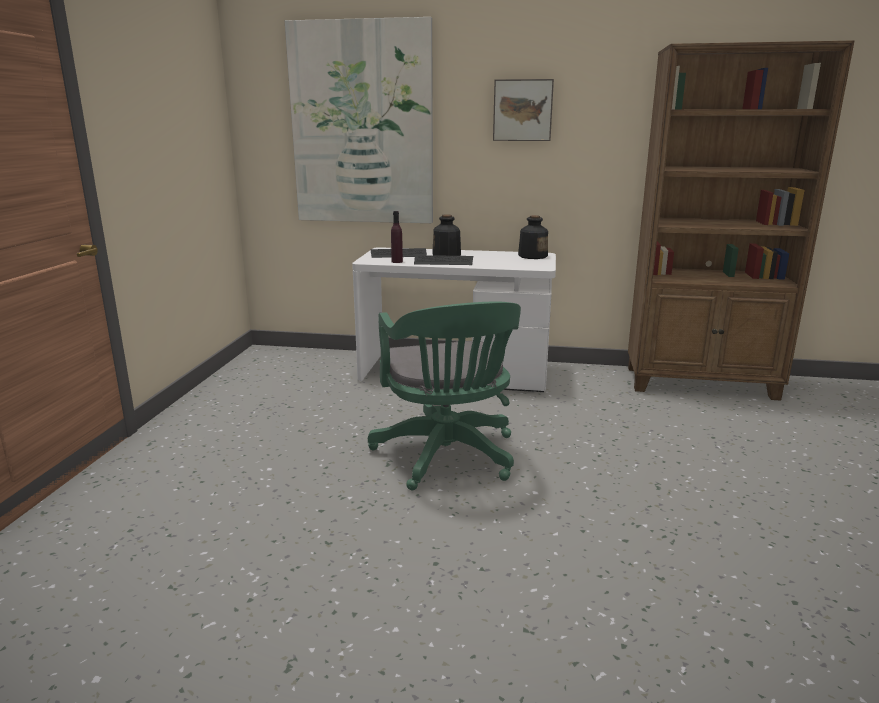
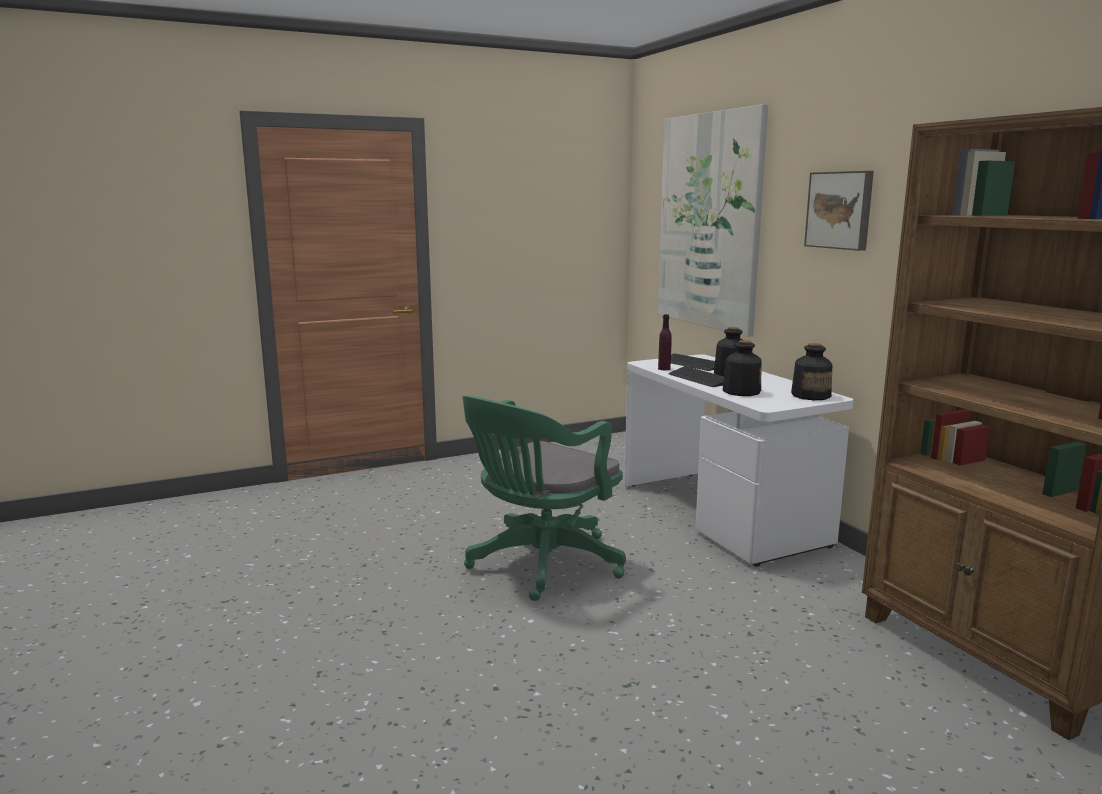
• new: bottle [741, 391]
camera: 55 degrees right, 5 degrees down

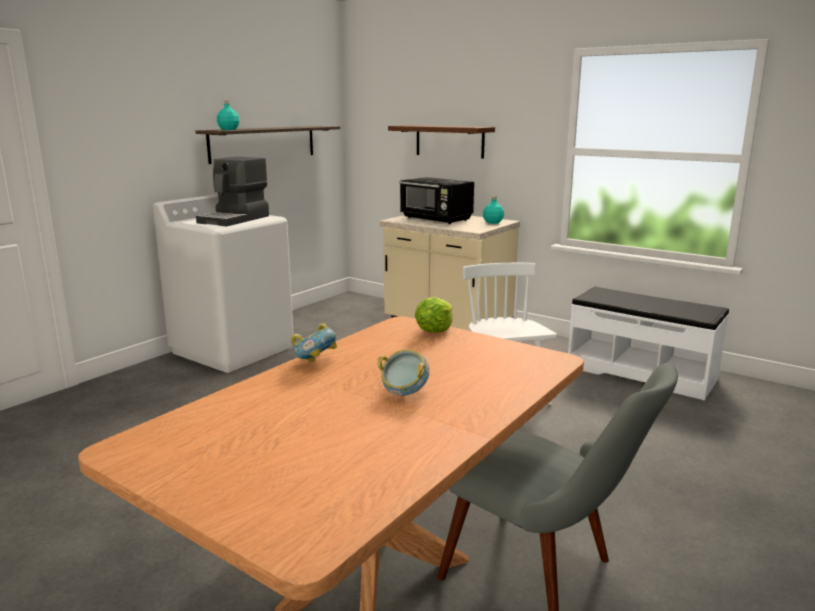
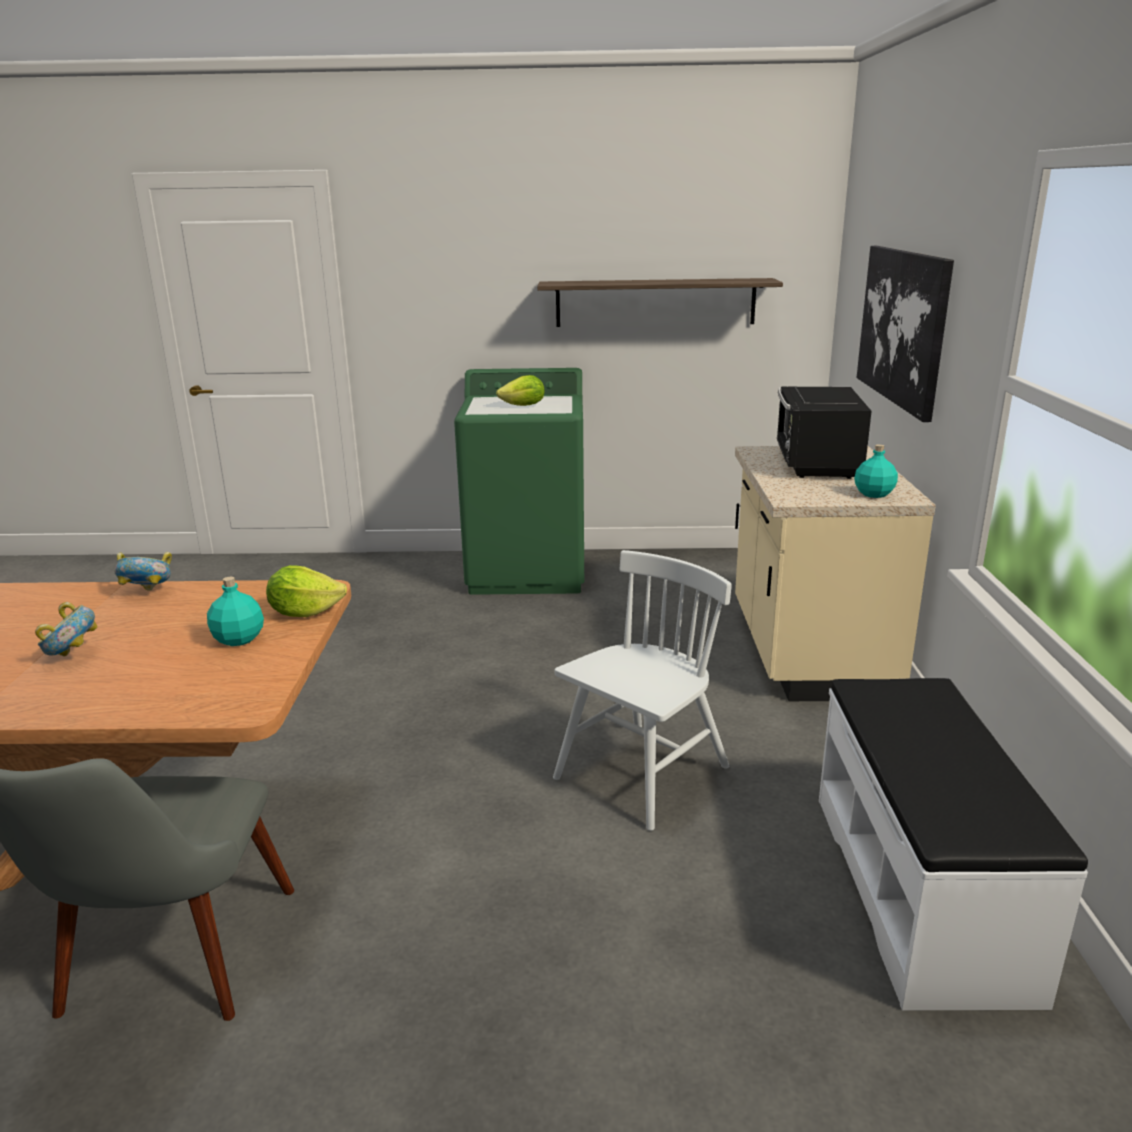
• repainted: white washing machine [233, 349] to green washing machine [528, 571]
• swapped: coffee machine [235, 219] to lettuce [524, 406]
• shifted: turquoise bottle [228, 129] to [239, 639]
• swapped: brown shelf [449, 141] to picture [903, 327]
camera: 55 degrees right, 5 degrees up

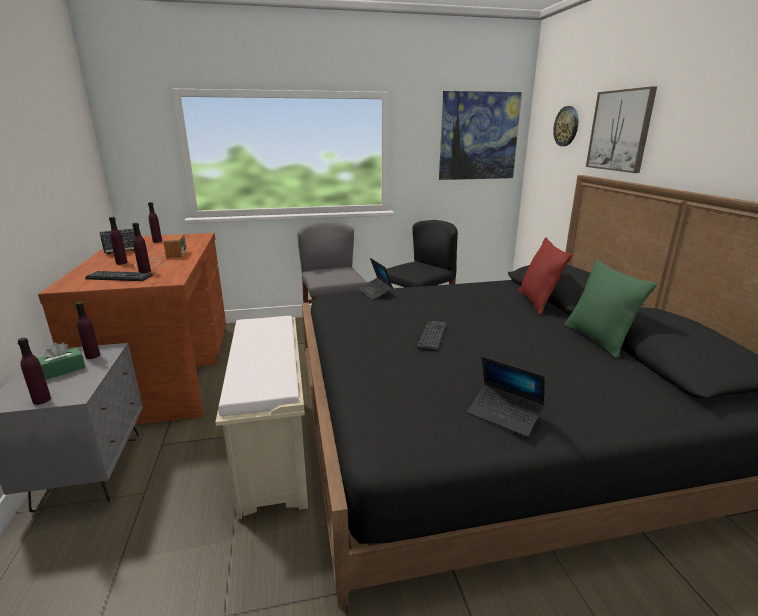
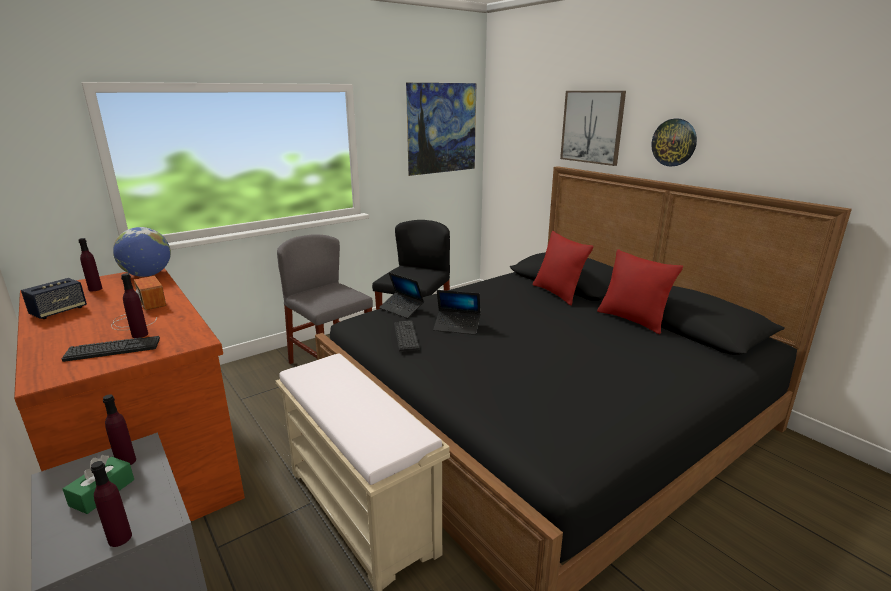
• gone: purple bottle [121, 263]
• shifted: keyboard [432, 336] to [406, 336]
• shifted: laptop [504, 415] to [457, 326]
• shifted: wall clock [566, 126] to [674, 142]
• repainted: green pillow [598, 339] to red pillow [632, 320]
• new: globe [147, 275]
camera: 25 degrees left, 0 degrees up

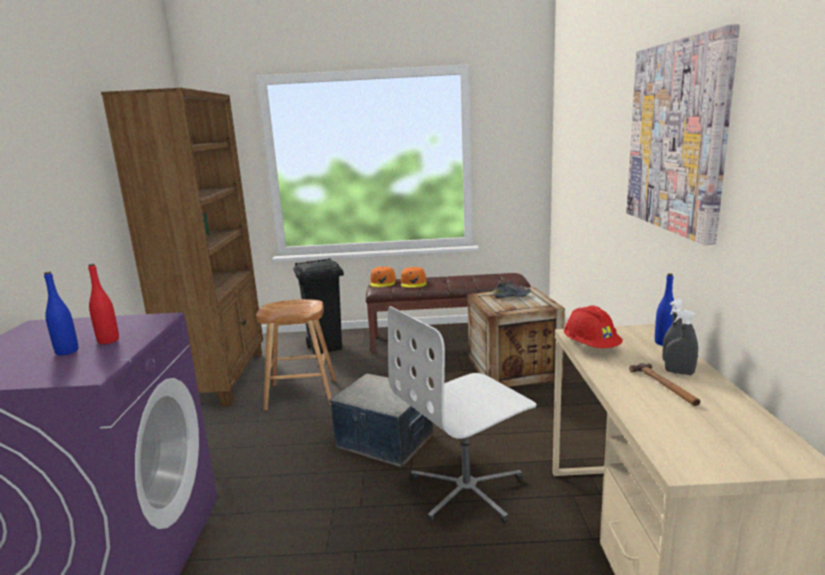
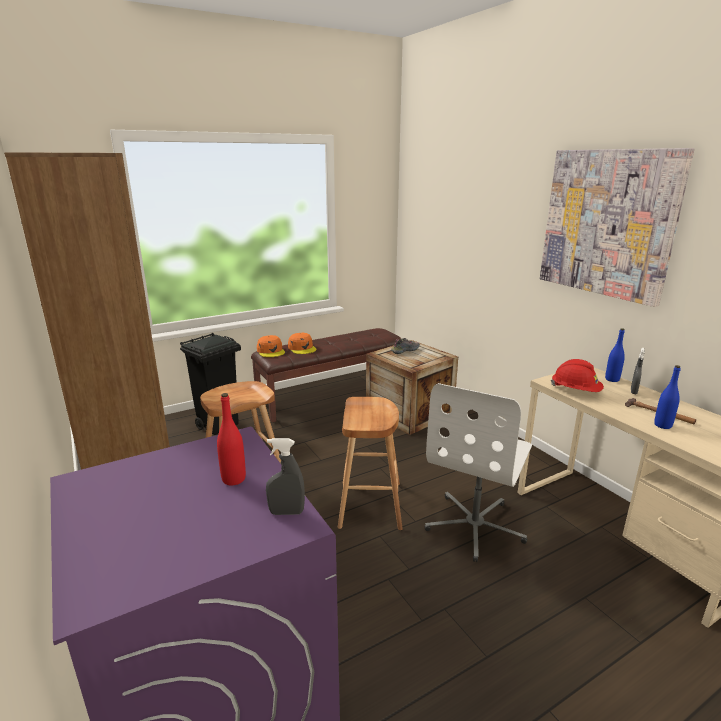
• shifted: blue bottle [67, 351] to [662, 425]
• swapped: storage box [384, 441] to brown stool [370, 504]
• shifted: grey spray bottle [679, 372] to [286, 512]
camera: 30 degrees left, 5 degrees up

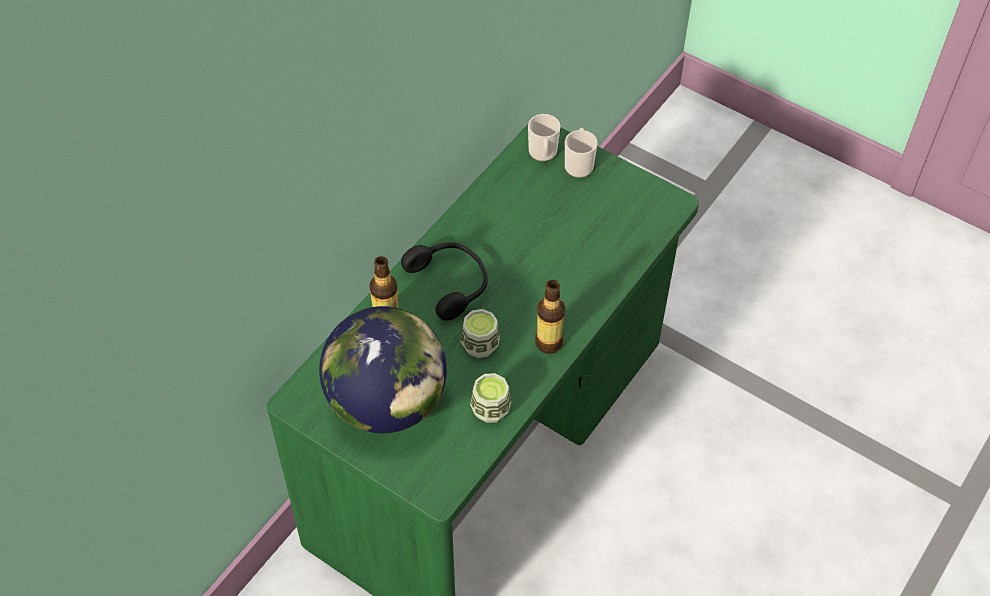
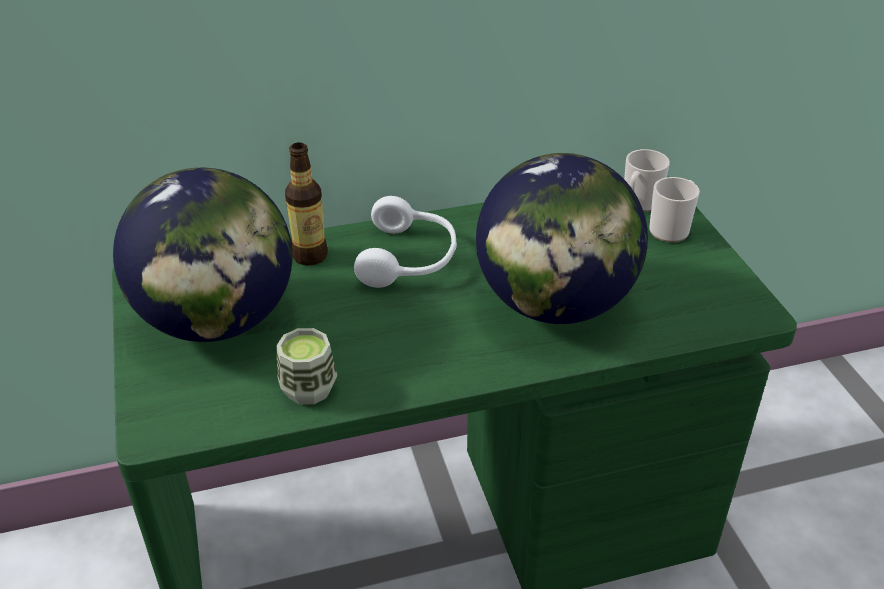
• repainted: black headphones [450, 283] to white headphones [410, 259]
• gone: cup [480, 345]
• gone: bottle [548, 343]
• new: globe [554, 304]
camera: 40 degrees right, 15 degrees down

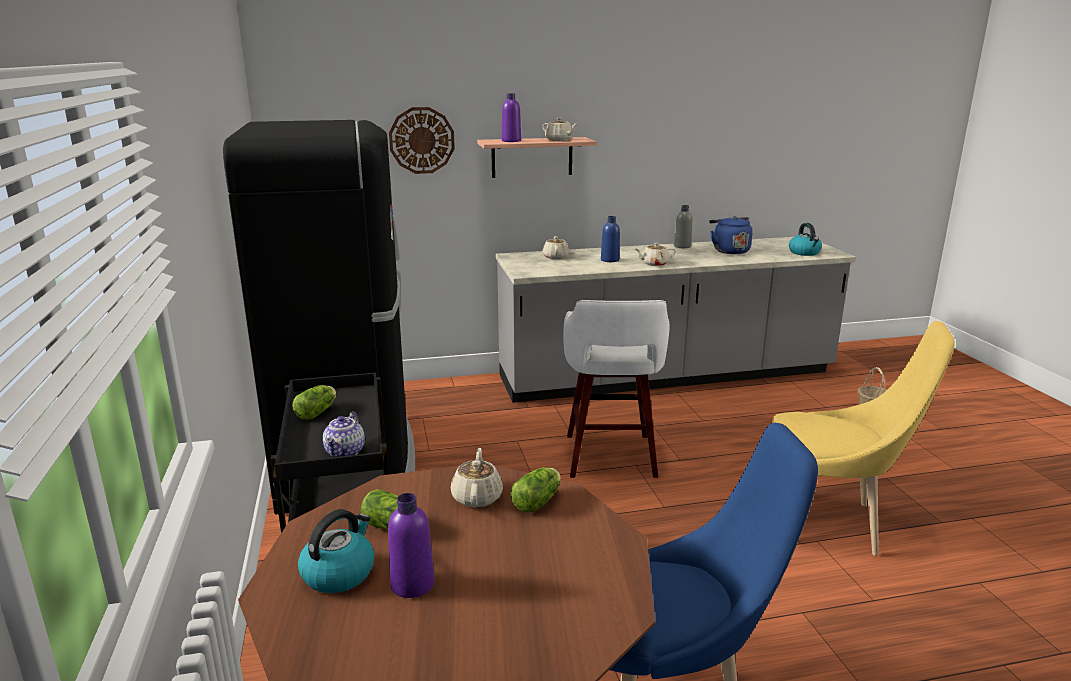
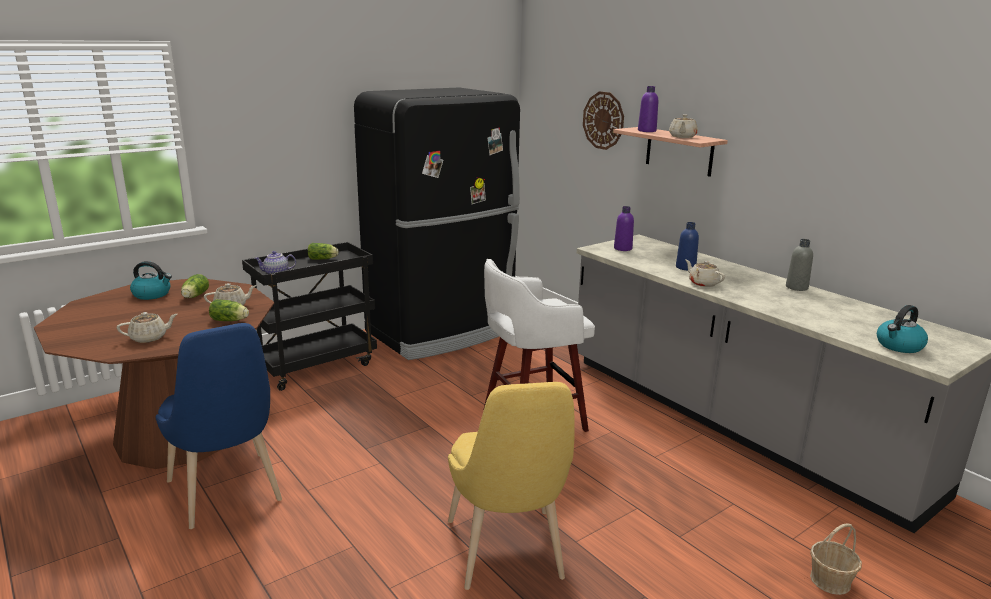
• shifted: purple bottle [412, 584] to [622, 248]
• shifted: beige teapot [555, 257] to [149, 338]
• gone: blue kettle [729, 251]
camera: 65 degrees right, 0 degrees up

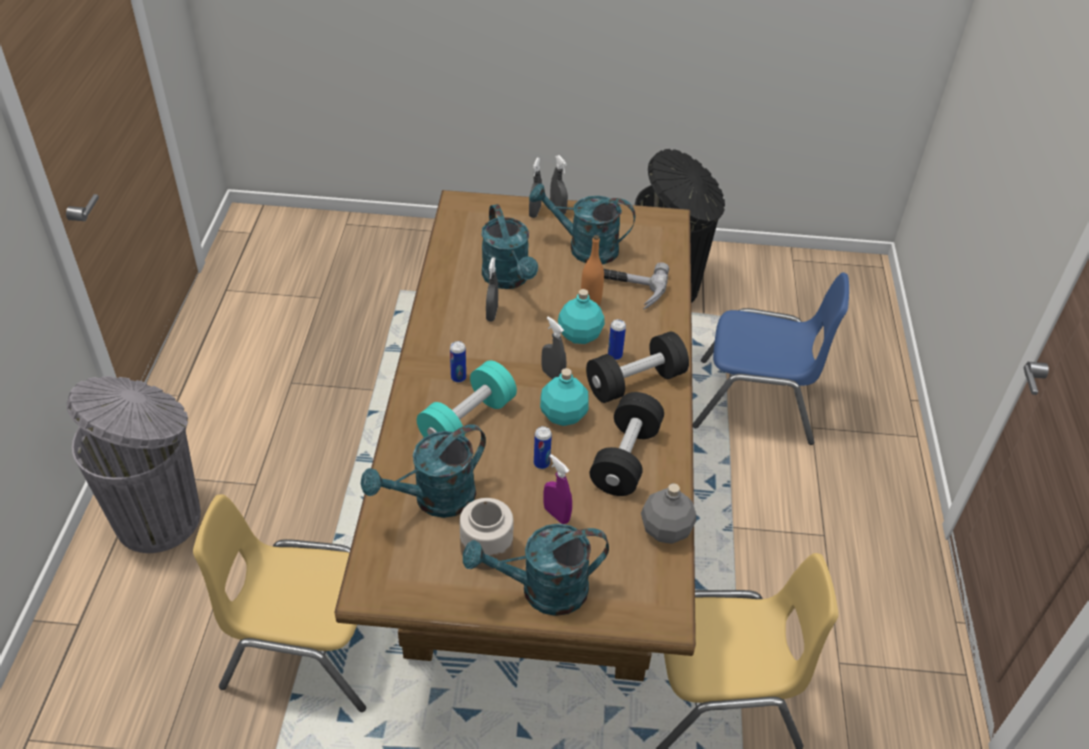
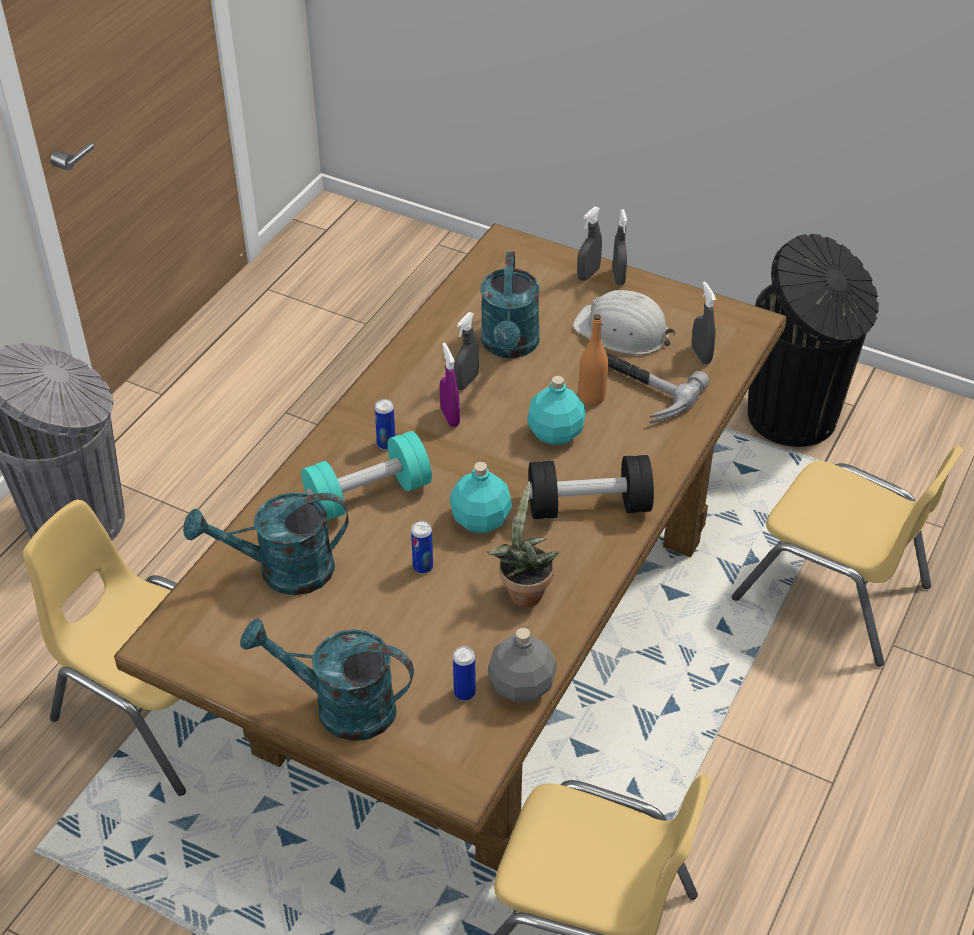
• gone: jar [486, 547]
• swapped: turquoise watering can [584, 248] to white hard hat [622, 331]
• shifted: grey spray bottle [553, 376] to [701, 355]
• shifted: purple spray bottle [556, 514] to [450, 417]
• swapped: black dumbbell [625, 458] to potted plant [523, 590]
• shifted: can [614, 355] to [464, 693]
• repainted: blue chair [756, 403] to yellow chair [832, 592]
camera: 25 degrees right, 0 degrees up

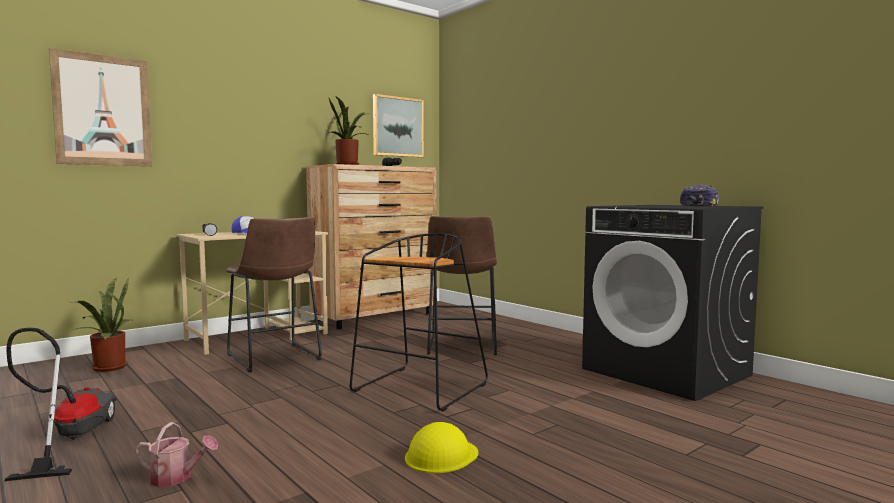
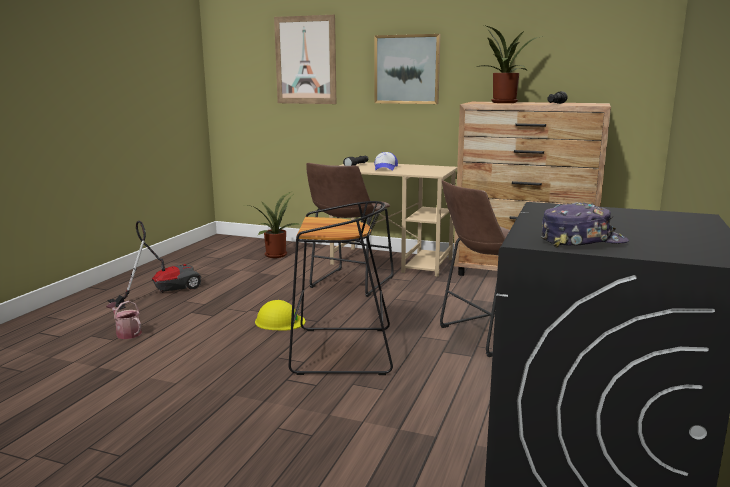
• rotated: watering can [176, 478] = [126, 333] 150 degrees clockwise
• shifted: picture [397, 127] to [407, 69]
• shifted: yellow hard hat [441, 455] to [279, 321]
camera: 60 degrees right, 10 degrees up

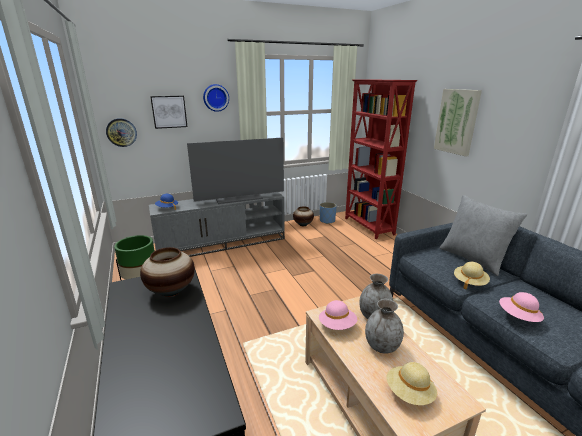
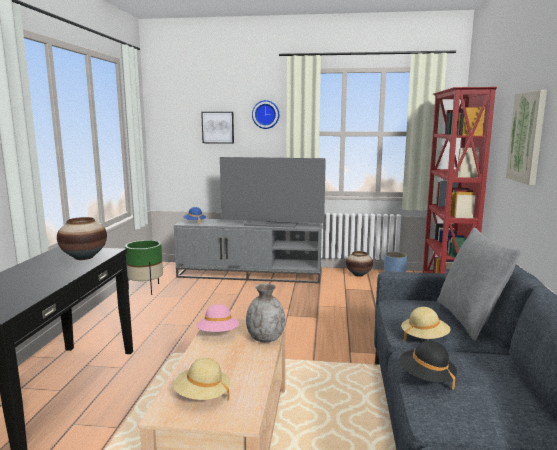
• gone: wall clock [121, 132]
• gone: grey vase [382, 346]
• repainted: pink hat [518, 317] to black hat [426, 378]
camera: 30 degrees right, 10 degrees down

